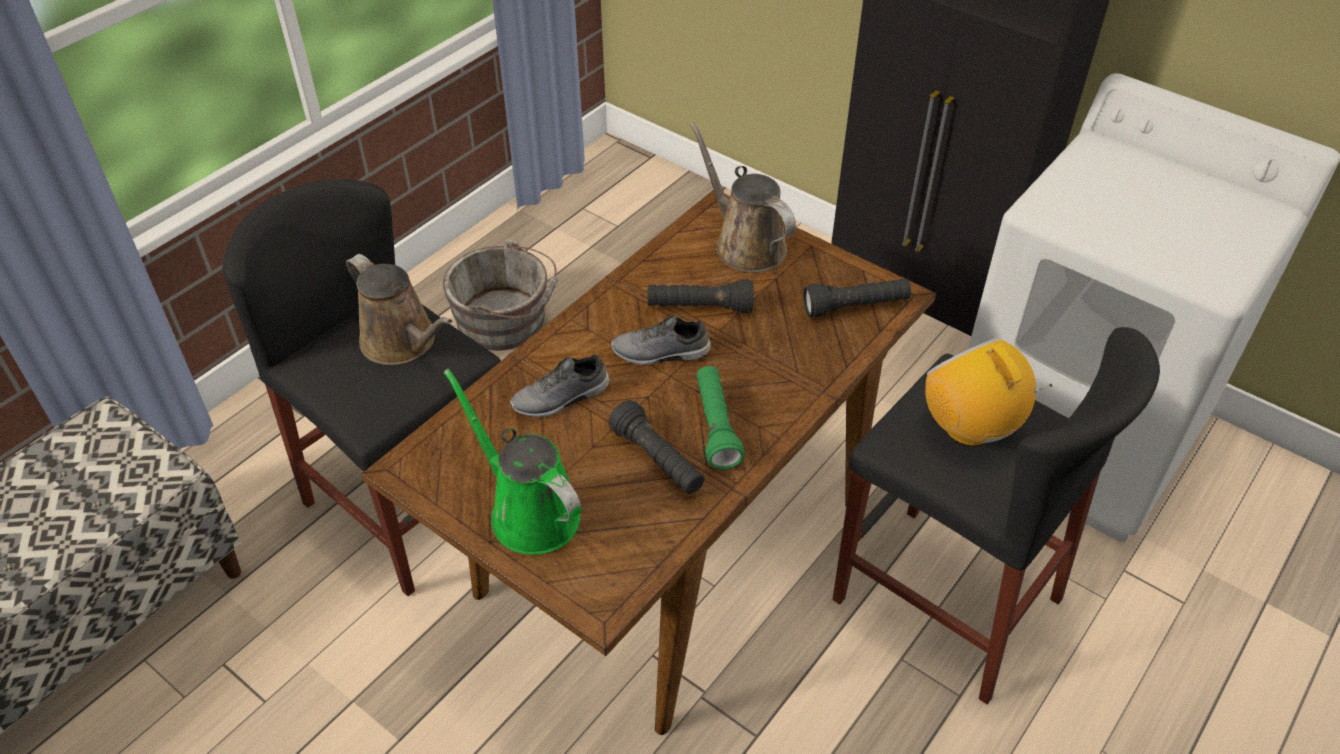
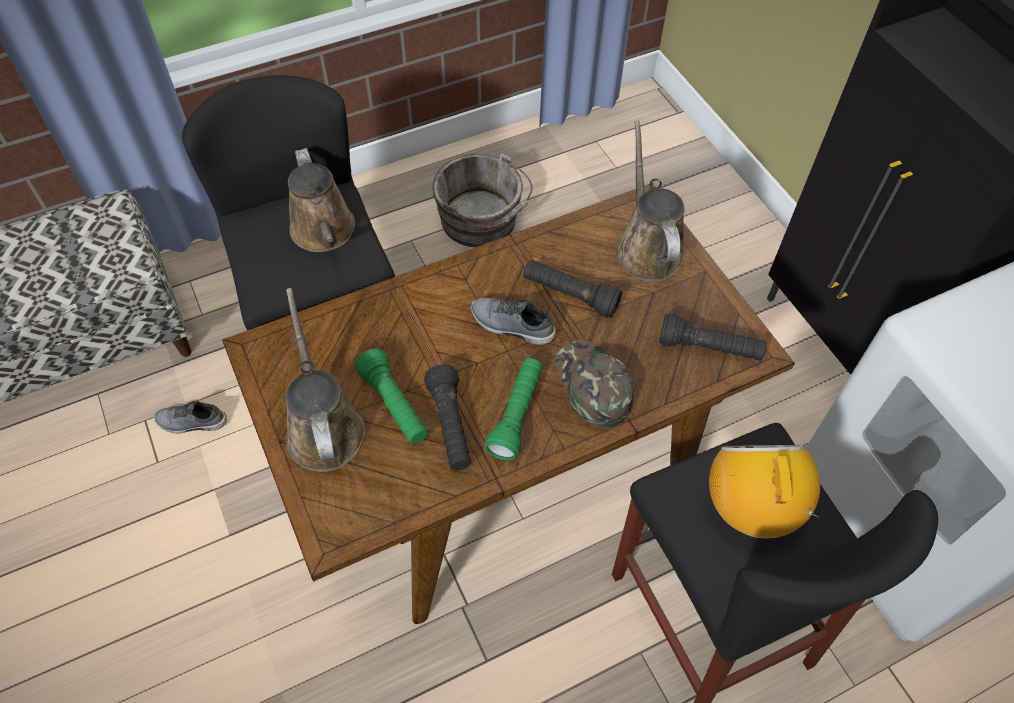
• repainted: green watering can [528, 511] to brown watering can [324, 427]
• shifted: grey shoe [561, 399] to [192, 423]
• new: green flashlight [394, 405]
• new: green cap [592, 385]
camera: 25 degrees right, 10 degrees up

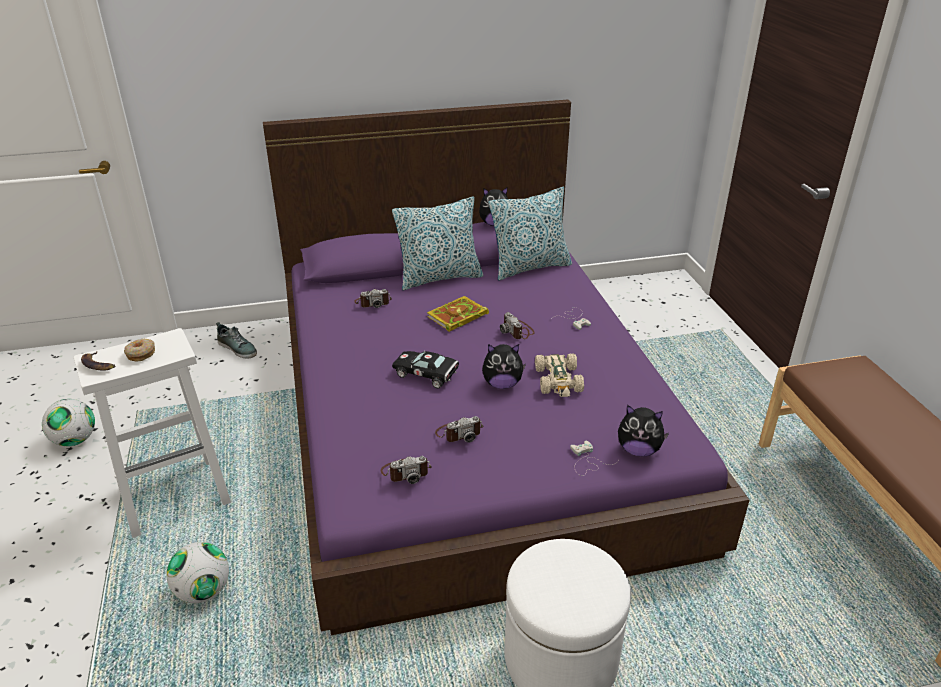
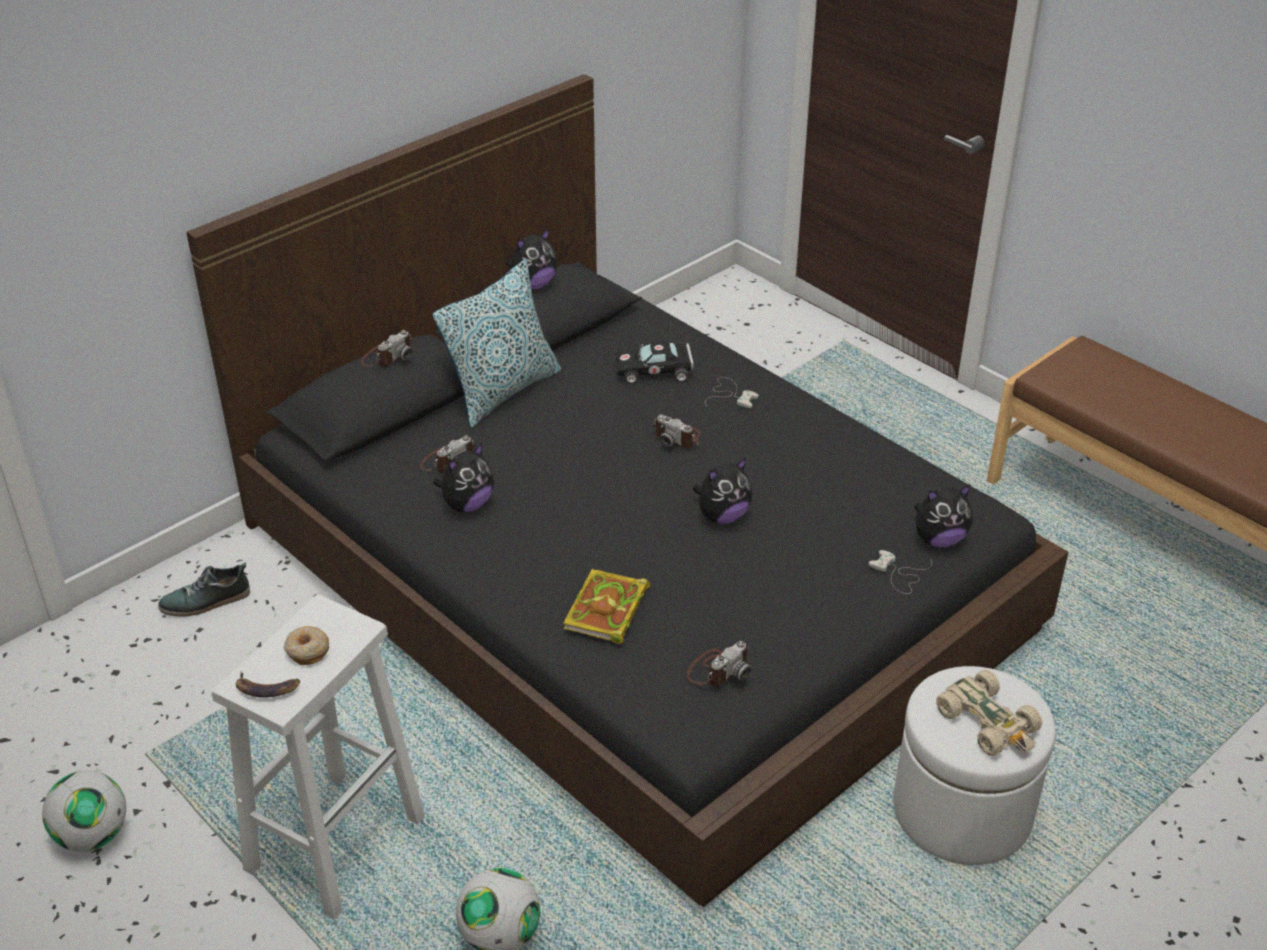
• rotated: shoe [238, 348] = [206, 601] 150 degrees clockwise
• repainted: purple bed [470, 415] to black bed [632, 573]
• shifted: black toy car [428, 375] to [657, 371]
• shifted: book [456, 317] to [606, 612]
• shifted: photo camera [459, 433] to [388, 356]
• gone: pillow [530, 267]
• shifted: beige toy car [558, 381] to [988, 722]
• new: plush toy [467, 504]
camera: 30 degrees left, 5 degrees up

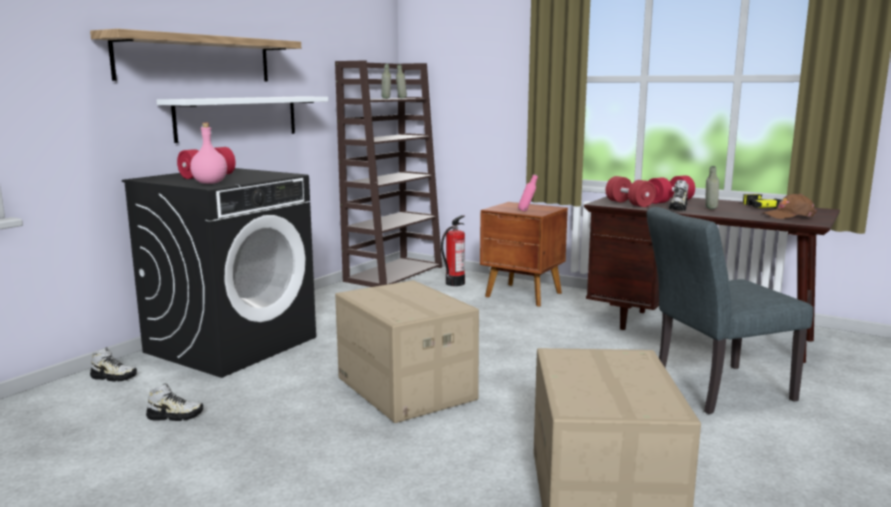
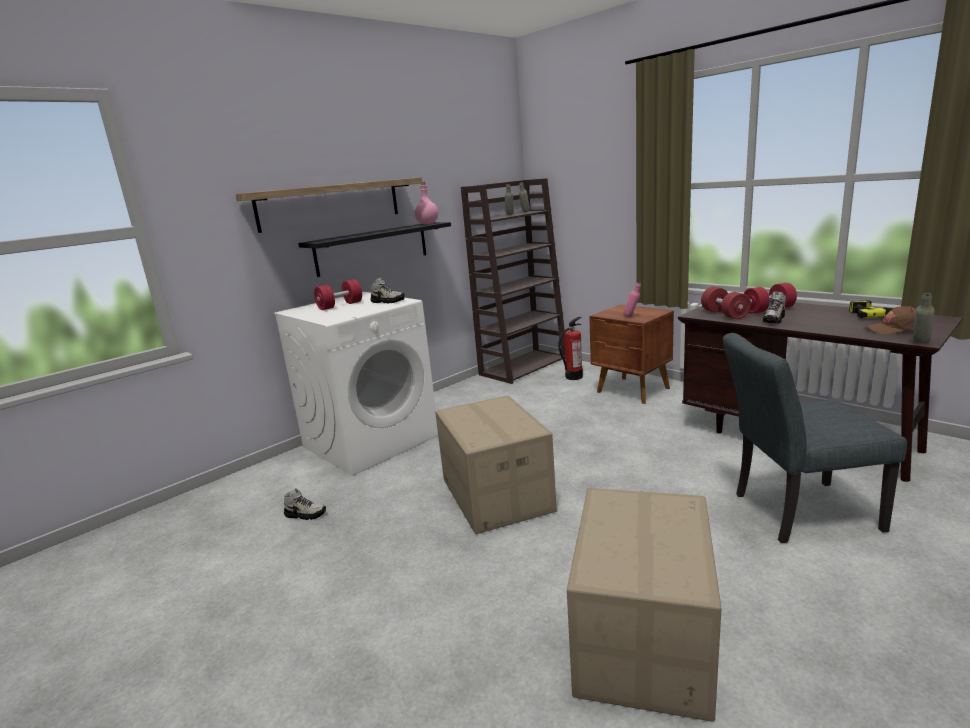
• shifted: shoe [114, 377] to [388, 301]
• repainted: black washing machine [232, 344] to white washing machine [371, 441]
• repainted: white shelf [238, 117] to black shelf [372, 248]
• shifted: pink bottle [210, 183] to [428, 223]
• shifted: grey bottle [710, 209] to [920, 343]
camera: 15 degrees right, 5 degrees up

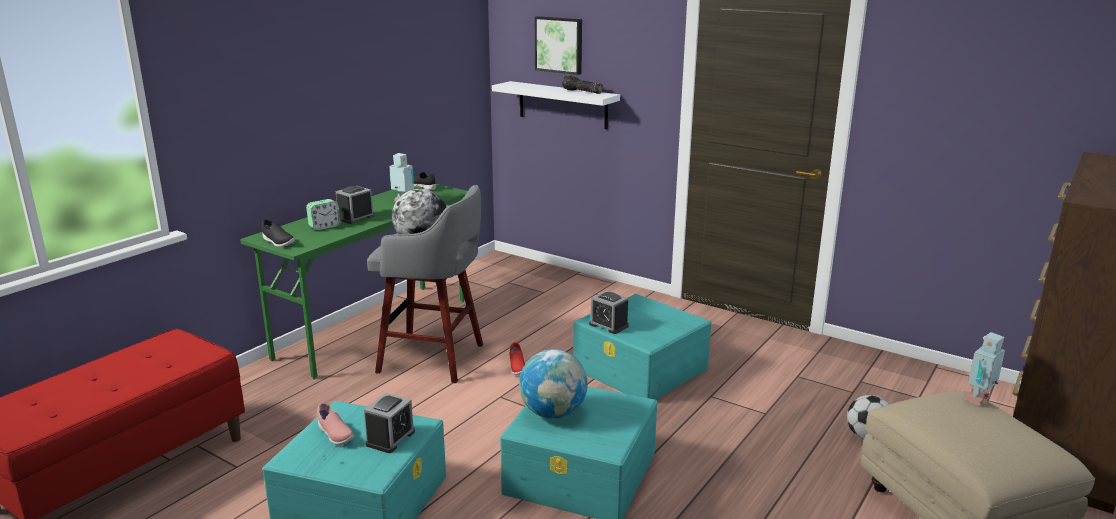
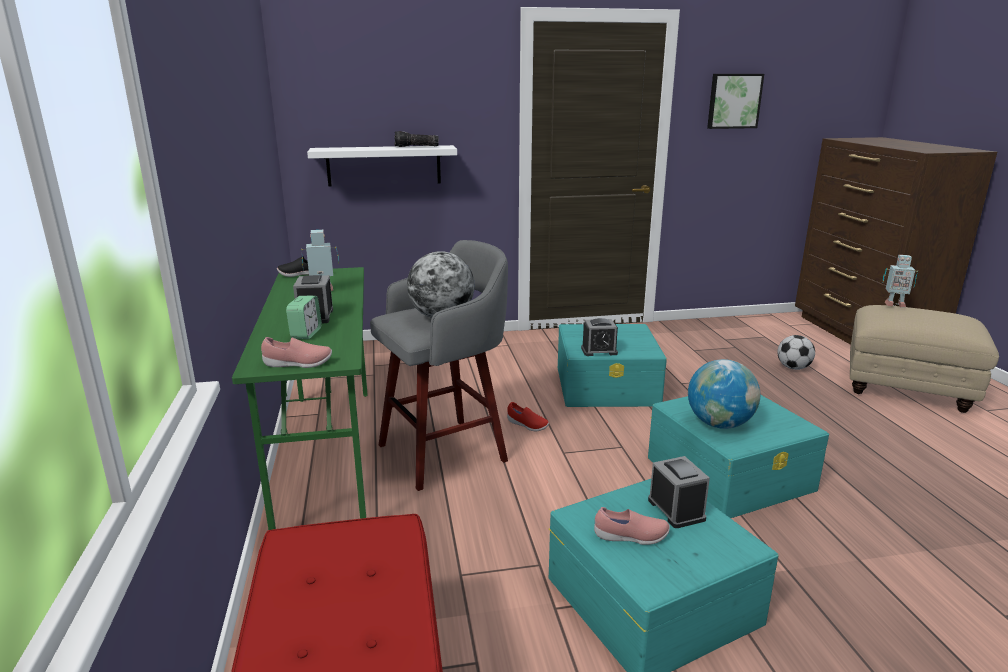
• repainted: black shoe [277, 242] to pink shoe [298, 364]
• shifted: picture [559, 45] to [733, 101]
• rotated: toy robot [979, 399] = [894, 304] 75 degrees counterclockwise
camera: 45 degrees left, 0 degrees up

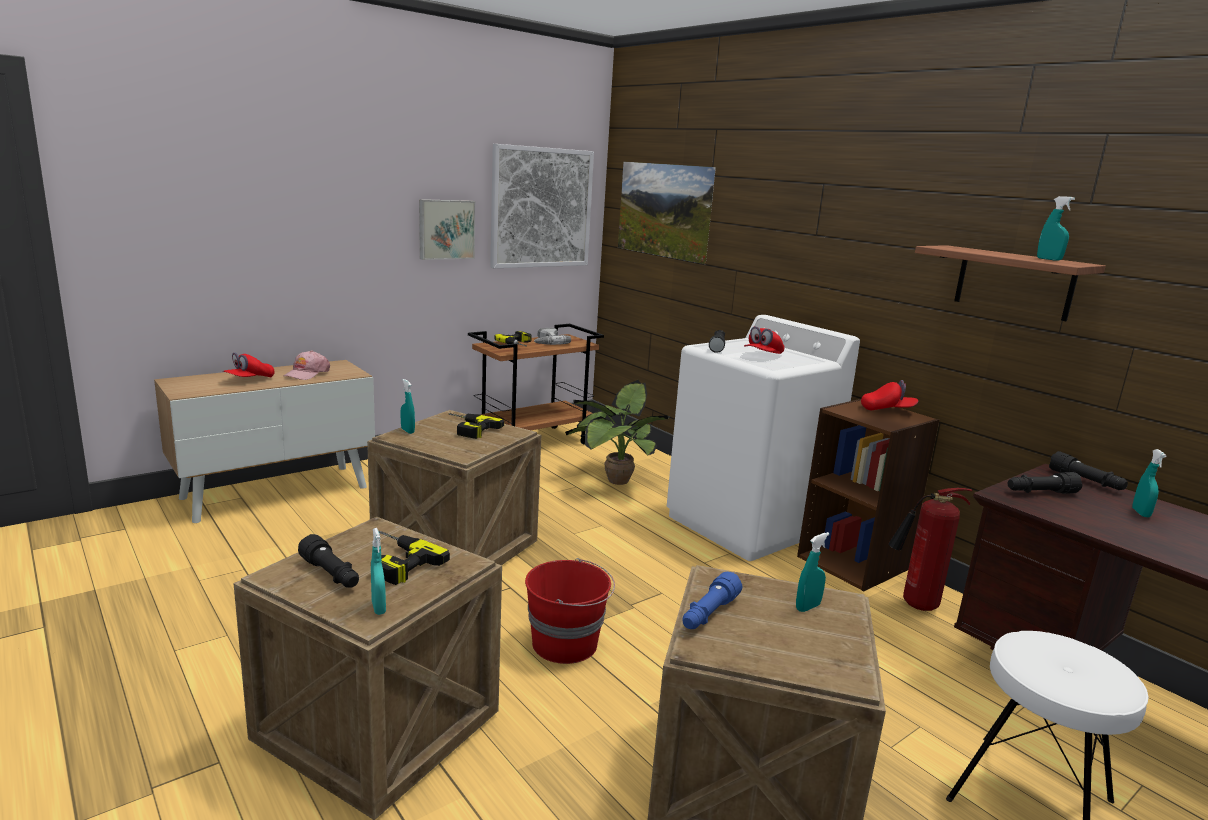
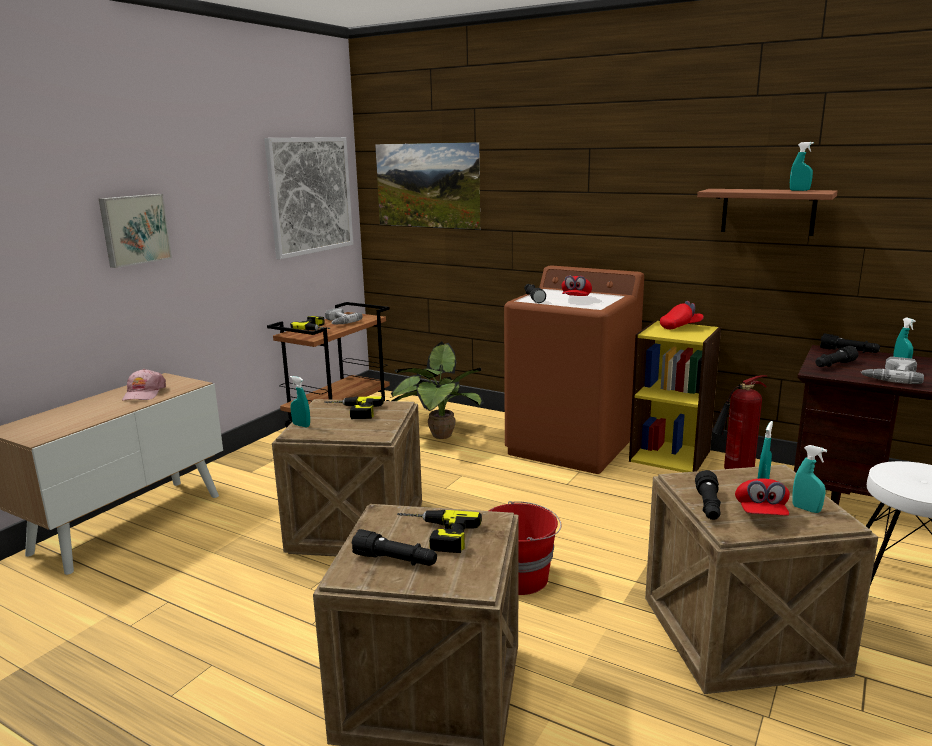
• shifted: red cap [249, 380] to [760, 513]
• shifted: turquoise spray bottle [378, 607] to [806, 509]
• shifted: picture [446, 229] to [134, 229]
• repainted: white washing machine [746, 524] to brown washing machine [572, 446]
• repainted: blue flashlight [708, 614] to black flashlight [708, 506]
• repainted: brown bookcase [853, 563] to yellow bookcase [670, 455]
• new: power drill [889, 376]
camera: 20 degrees left, 0 degrees up

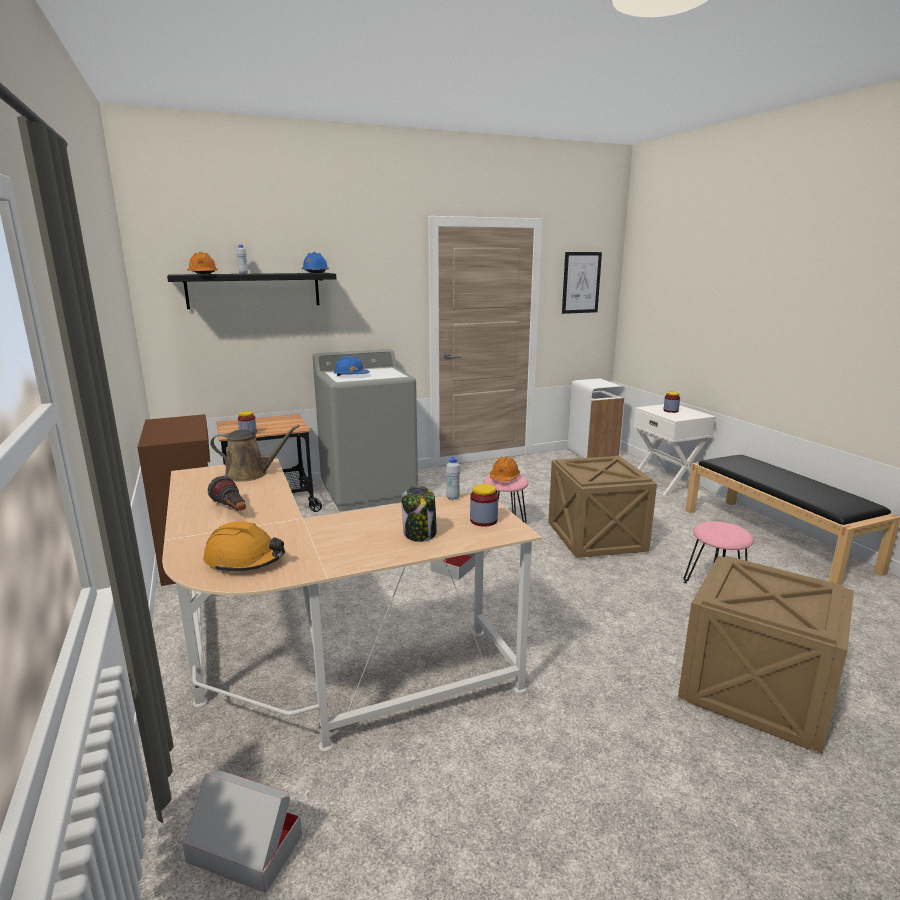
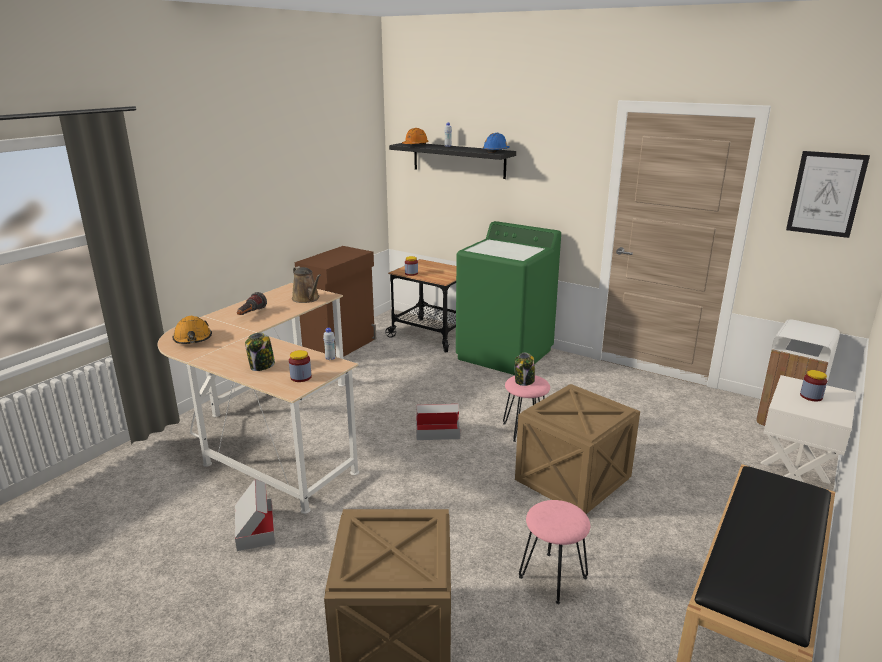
• shifted: cardboard box [245, 848] to [255, 529]
• repainted: grey washing machine [369, 491] to green washing machine [505, 354]
• gone: blue hard hat [351, 375]
• swapped: orange hard hat [504, 478] to jar [524, 381]
camera: 55 degrees right, 5 degrees up

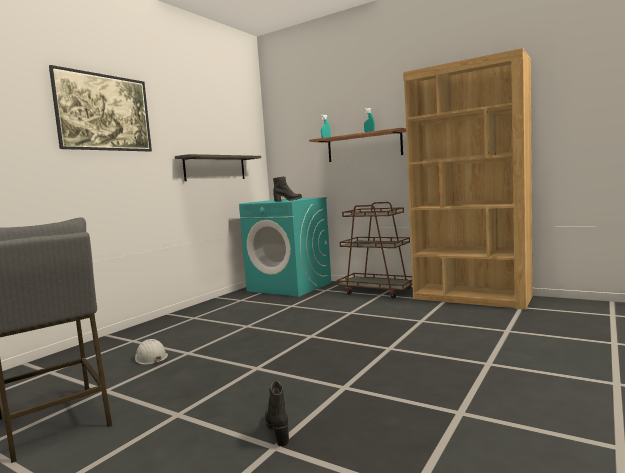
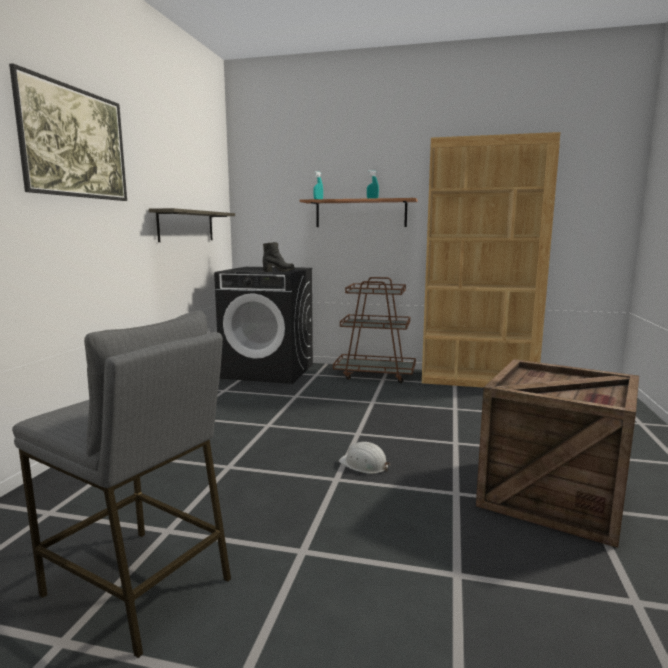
• shifted: white hard hat [150, 358] to [364, 464]
• repainted: turquoise washing machine [290, 287] to black washing machine [269, 371]
• gone: black boot [278, 429]
• new: crate [554, 497]
camera: 20 degrees left, 5 degrees up

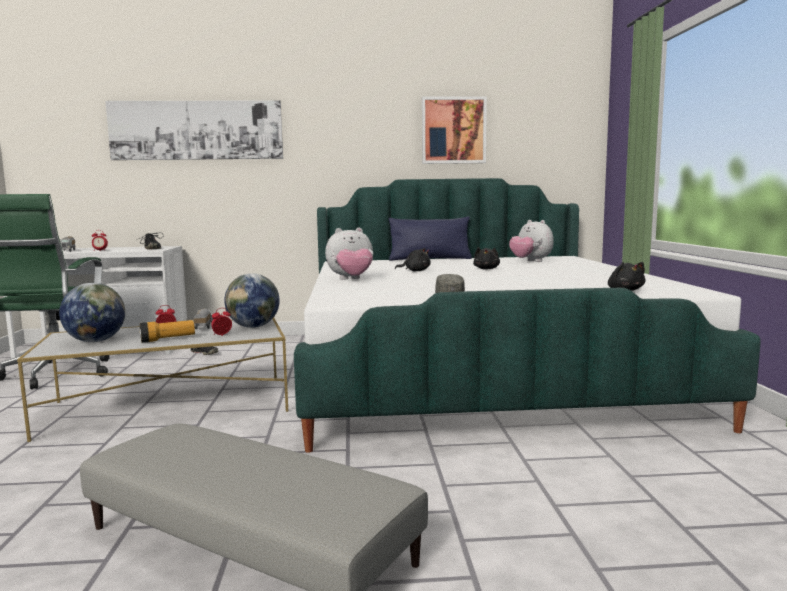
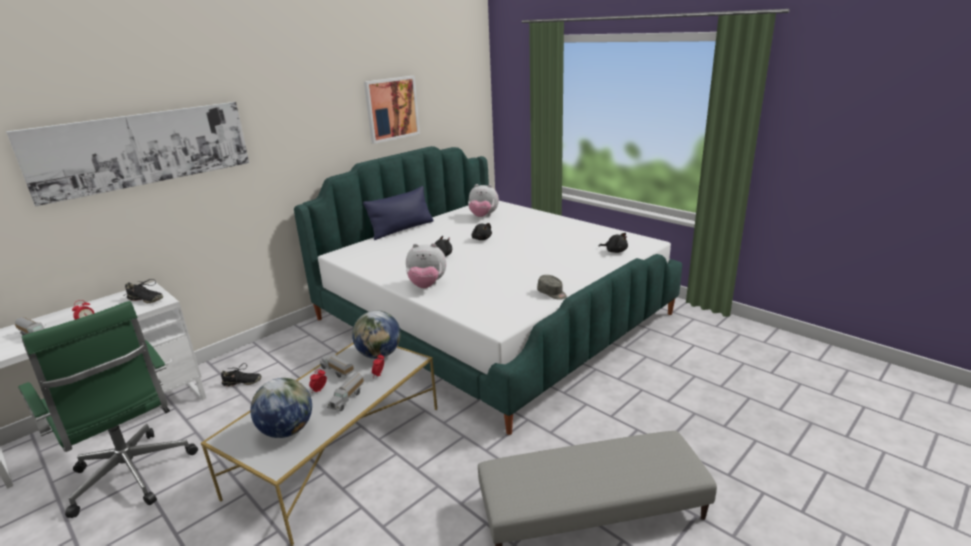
• swapped: flashlight [168, 339] to toy truck [347, 399]
• rotated: plush toy [351, 279] = [427, 285] 60 degrees clockwise
camera: 40 degrees left, 15 degrees up

